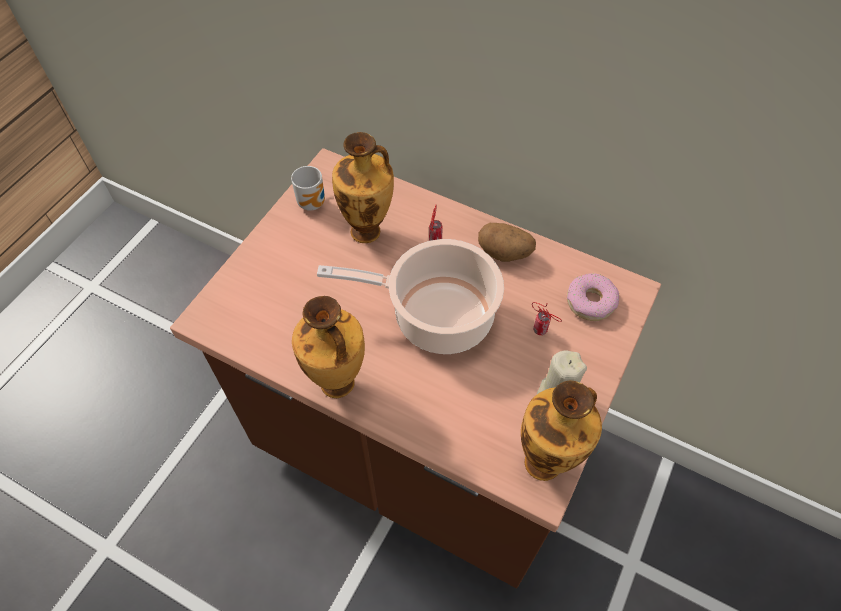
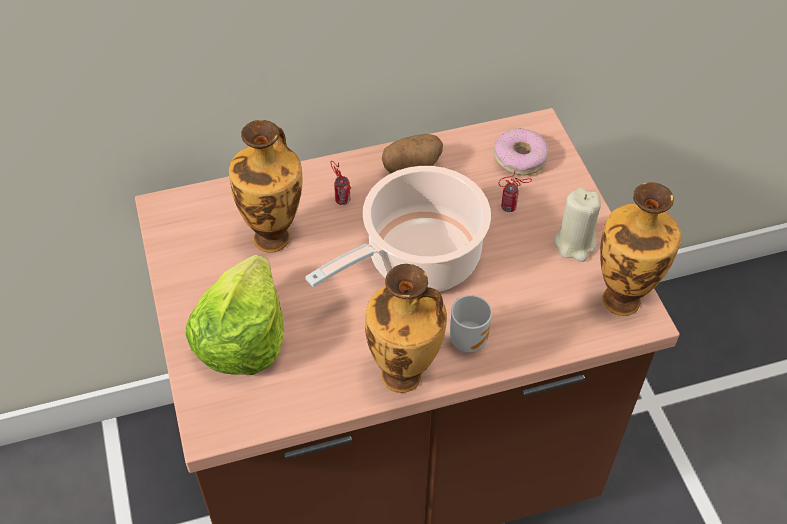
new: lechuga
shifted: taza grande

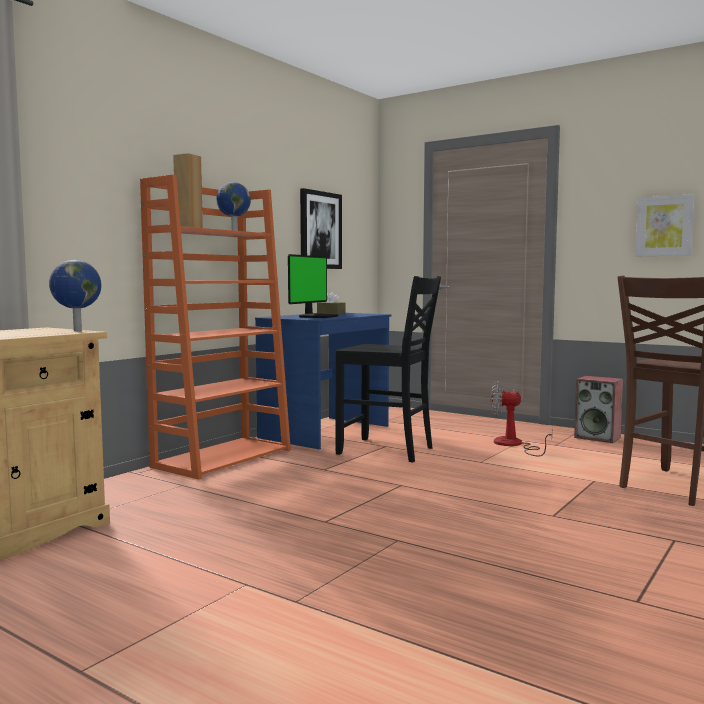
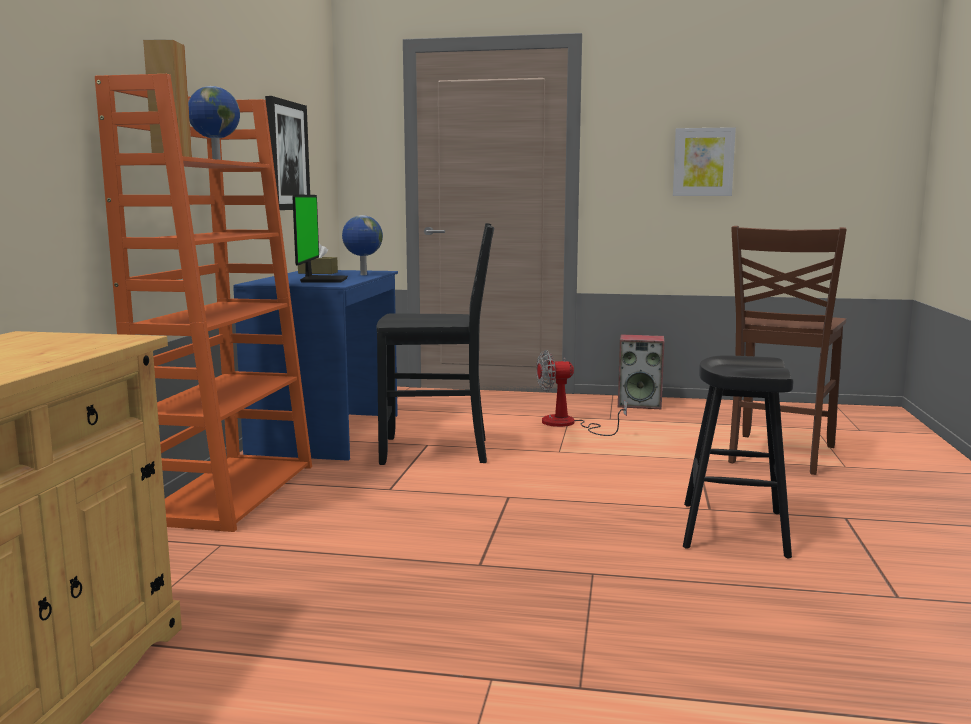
new: taburete (negro)
shifted: globo terráqueo (no. 1 from left in the first image) to globo terráqueo (no. 2 from left)

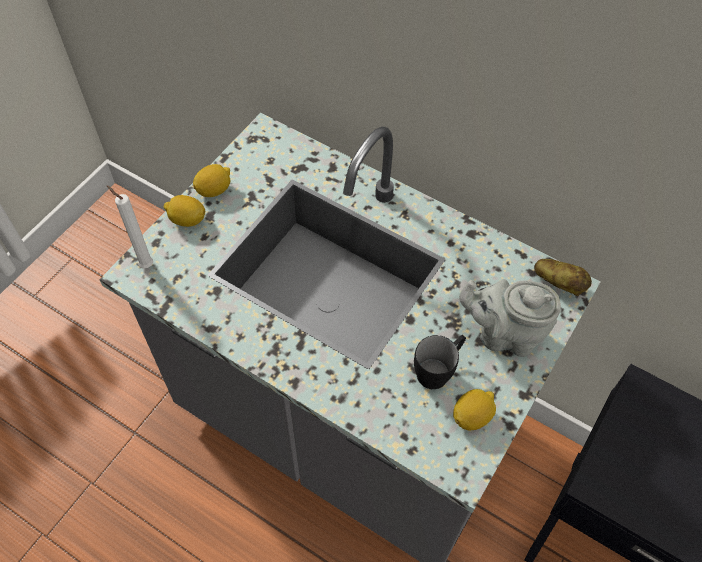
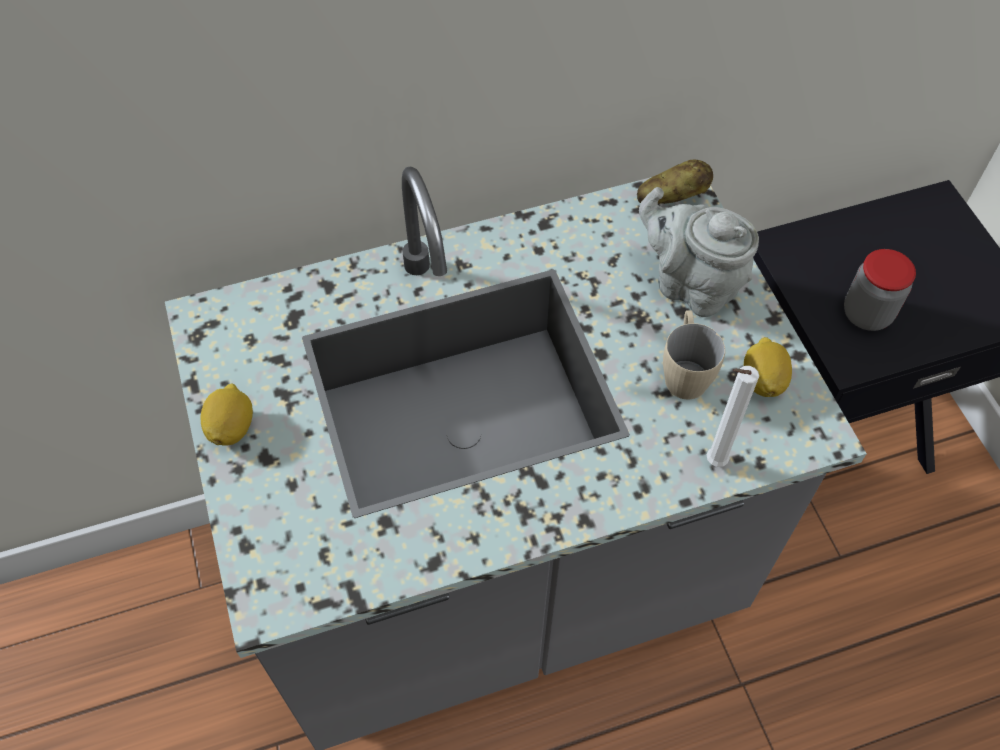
gone: limón (no. 1 from left)
new: tarro
shifted: vela (blanco)
repainted: taza grande (negro) to taza grande (beis)
rotated: tetera (gris) 75 degrees clockwise

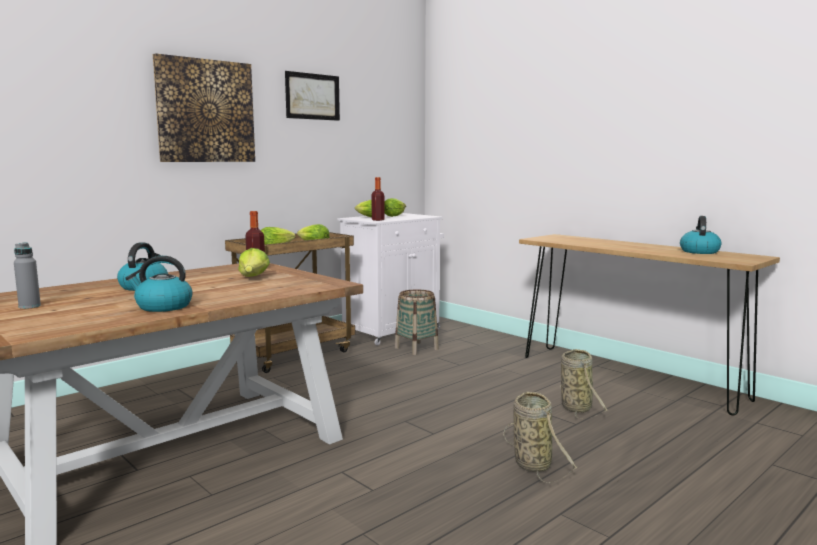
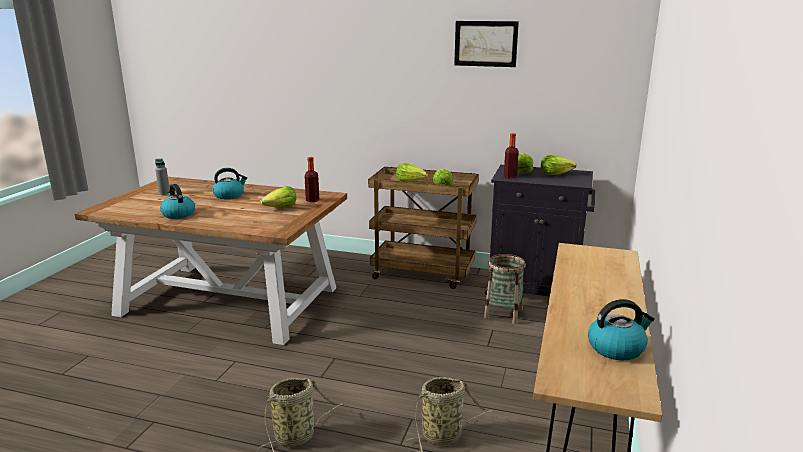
gone: cuadro (no. 1 from left)
repainted: armario (blanco) to armario (negro)

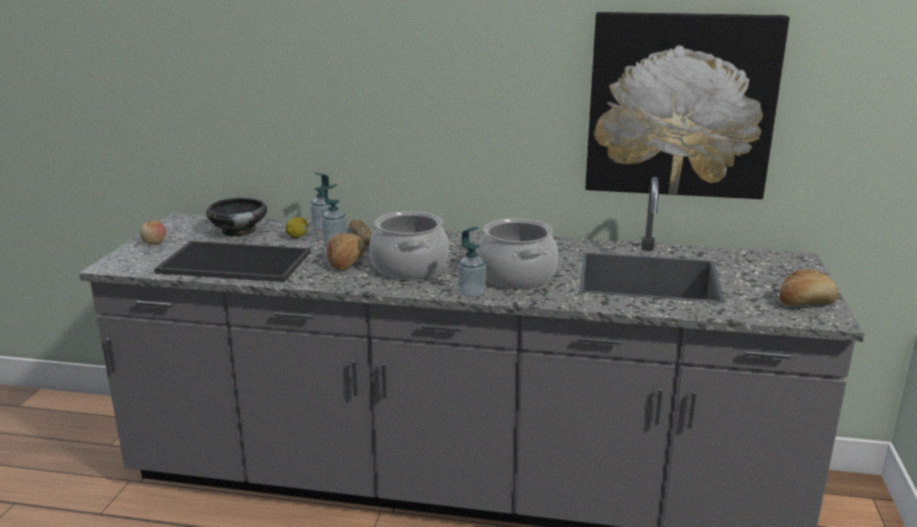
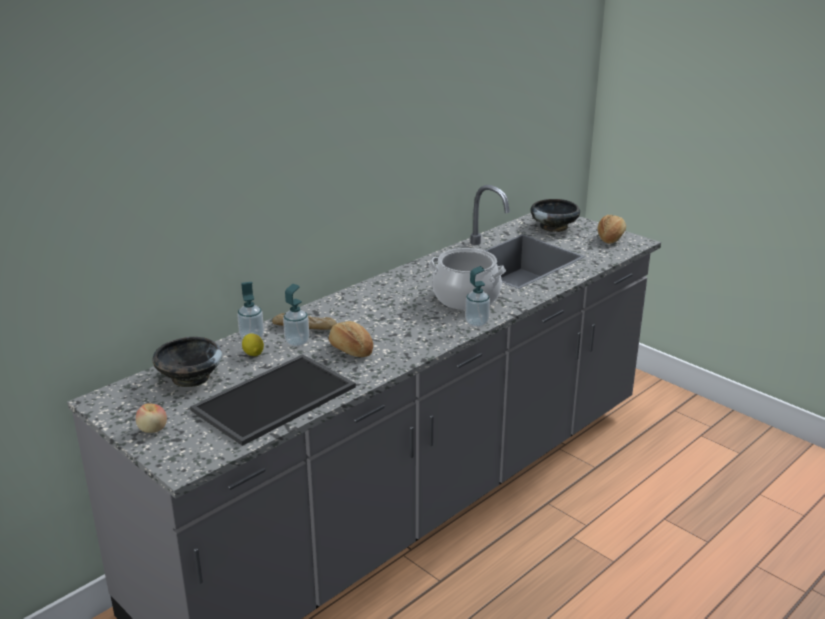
gone: cuadro; olla (no. 1 from left)
new: cuenco (negro) (no. 2 from left)

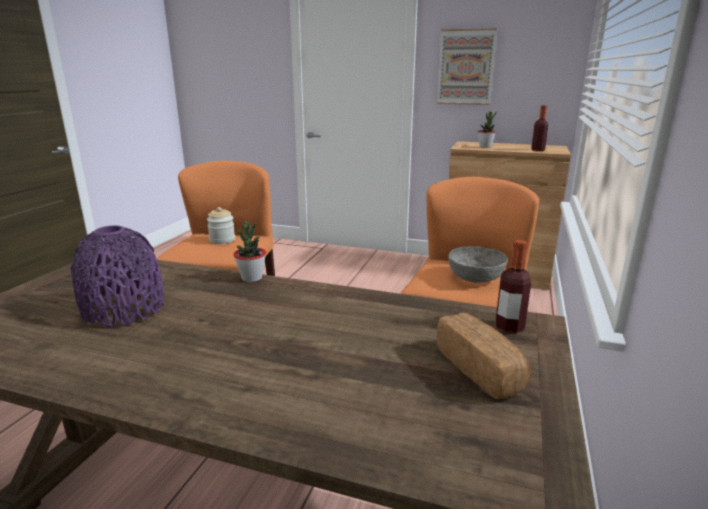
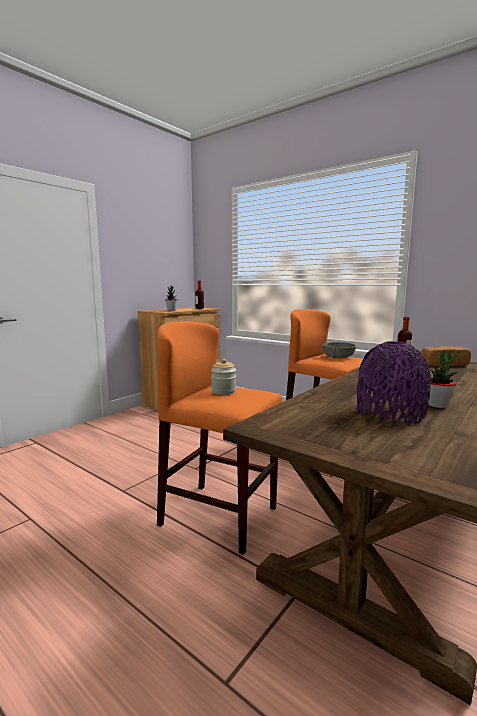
gone: cuadro
shifted: planta en maceta (no. 1 from left in the first image) to planta en maceta (no. 2 from left)

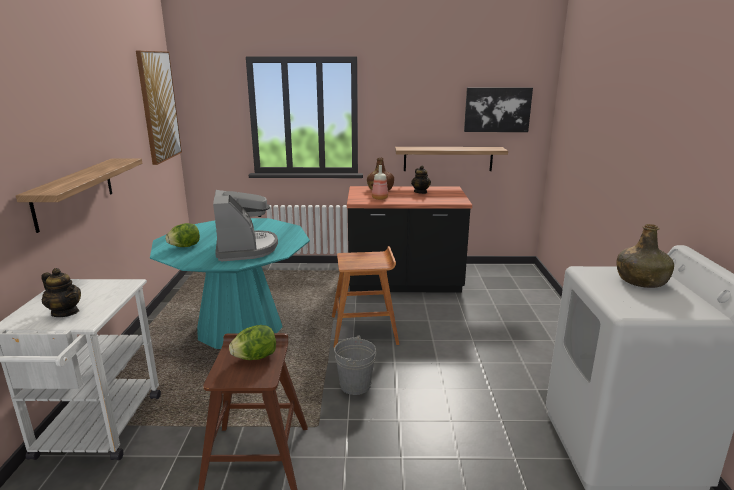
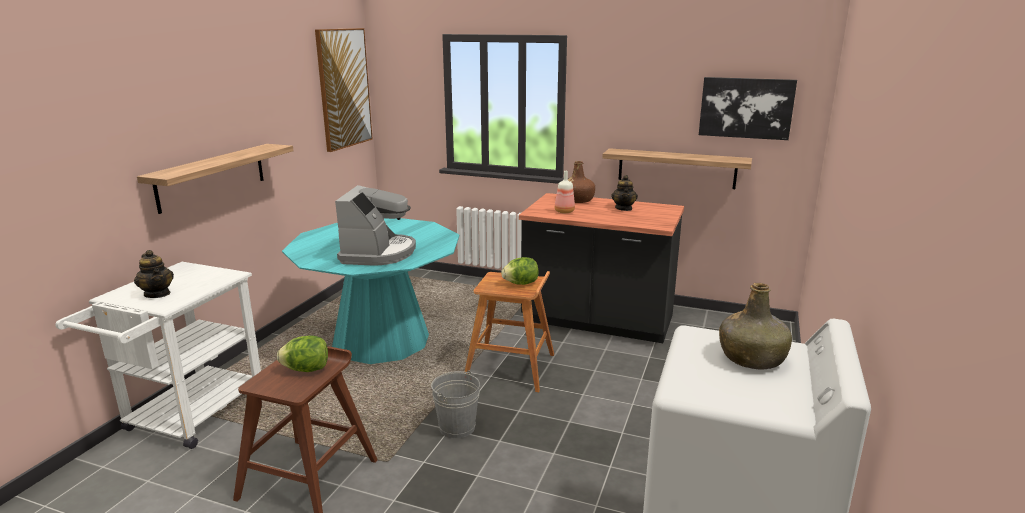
shifted: lechuga (no. 1 from left in the first image) to lechuga (no. 2 from left)

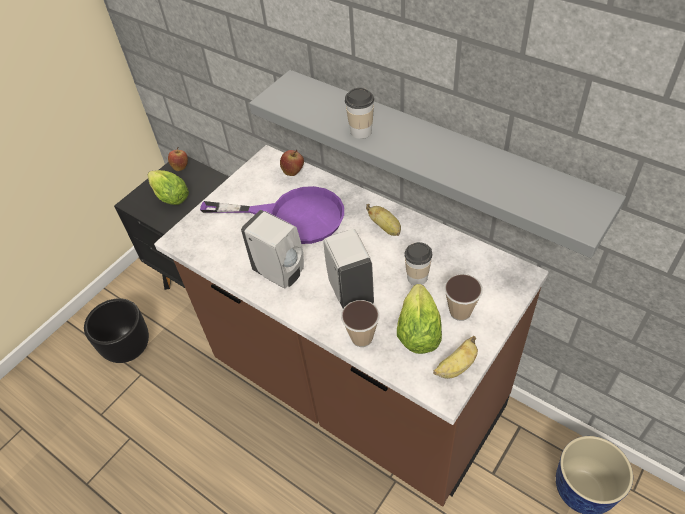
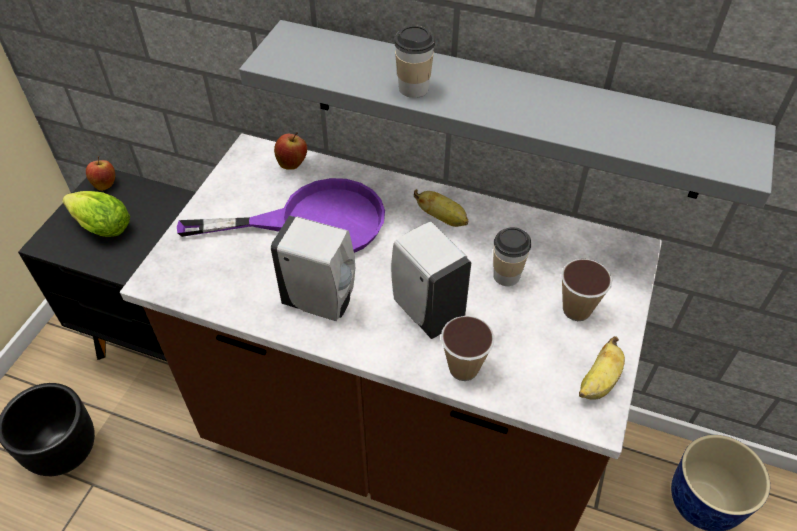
gone: lechuga (no. 2 from left)

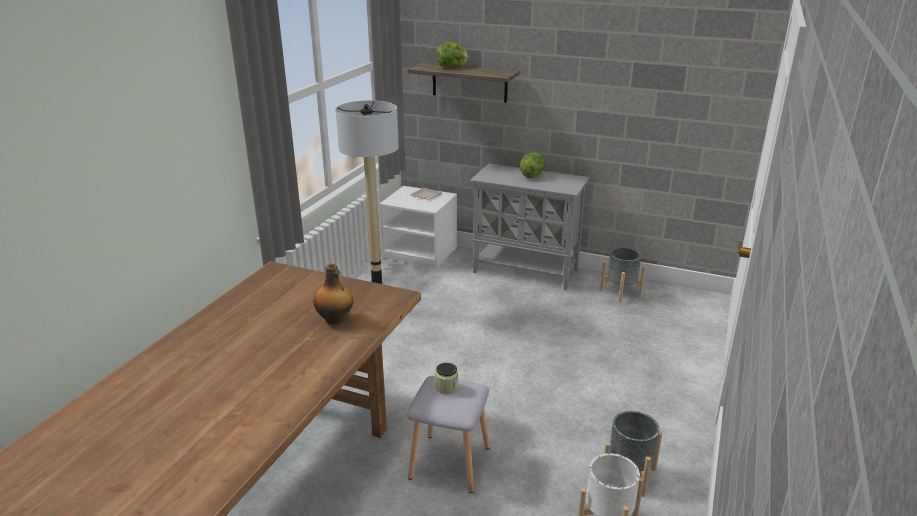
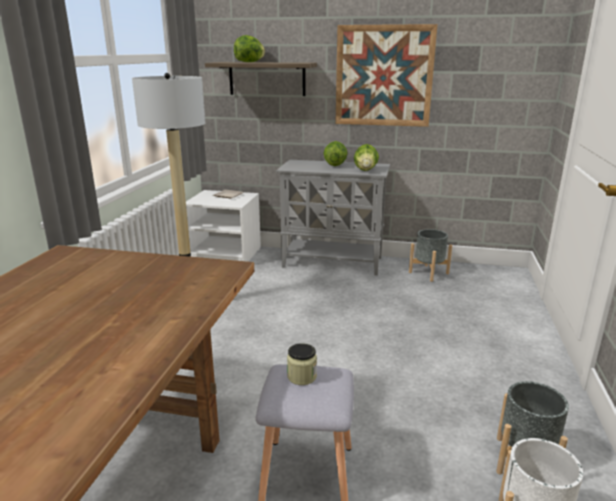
gone: botella
new: cuadro; lechuga (no. 3 from left)

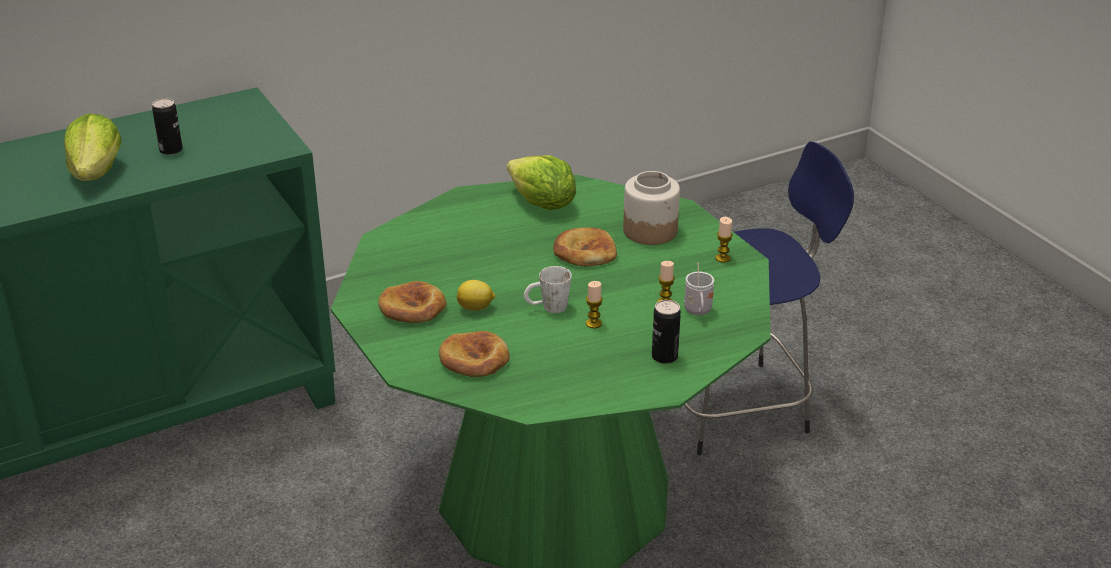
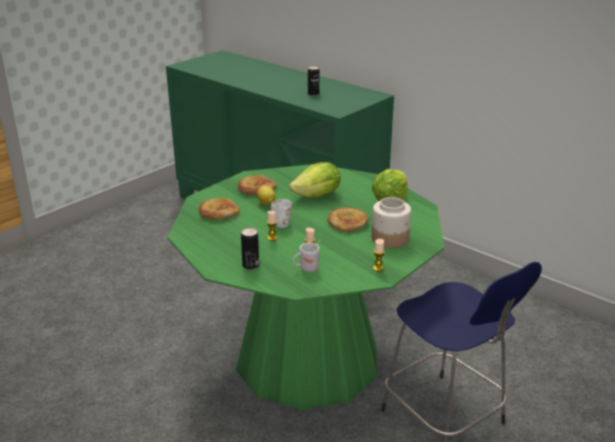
shifted: lechuga (no. 1 from left)

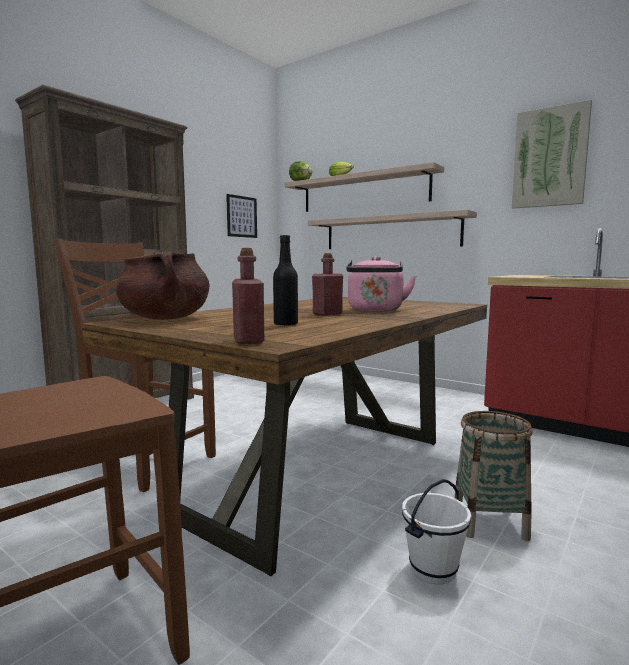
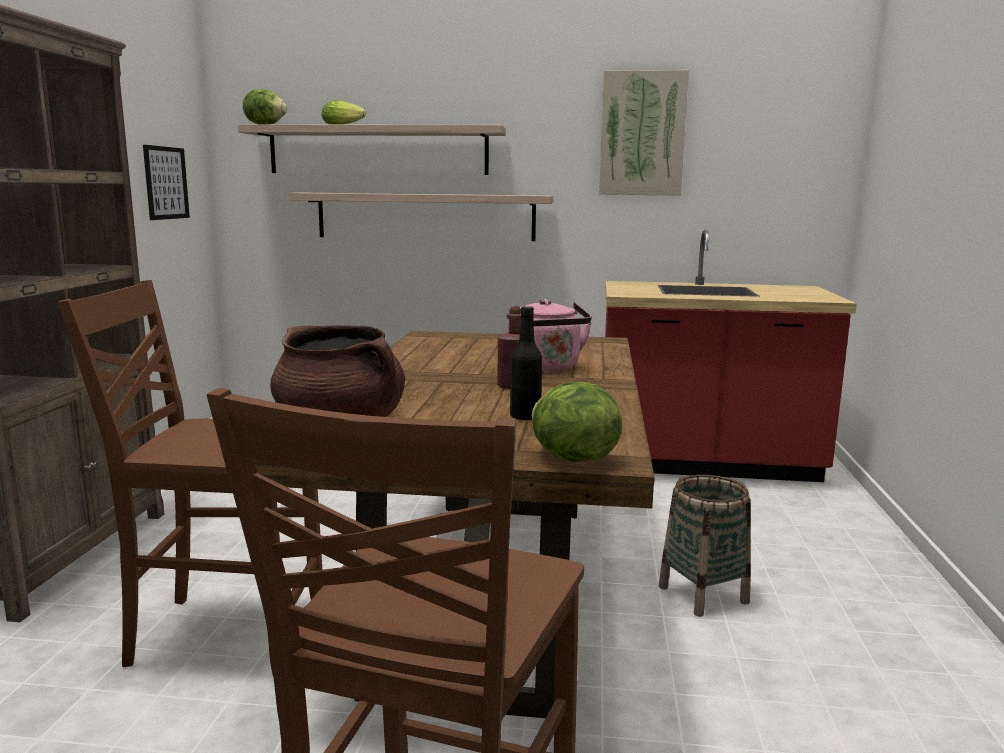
gone: cubo (blanco)
swapped: botella (rojo) (no. 1 from left) to lechuga (no. 3 from left)

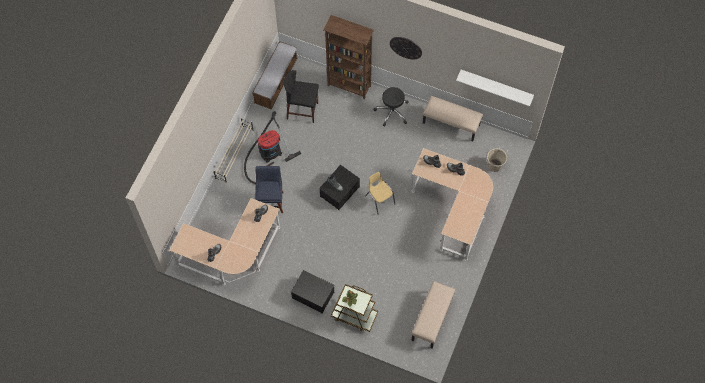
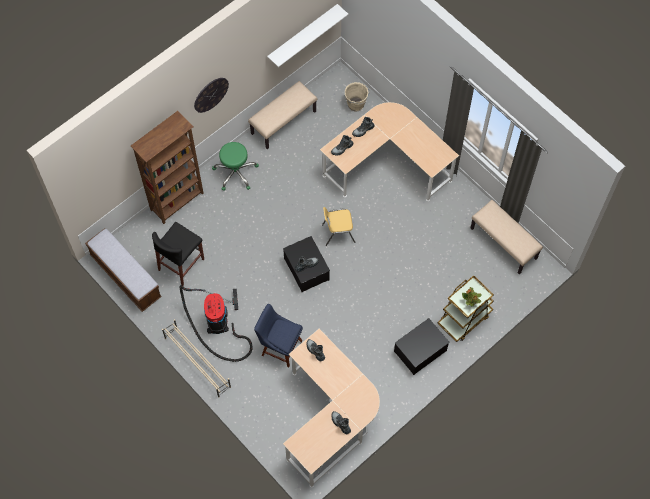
repainted: taburete (negro) (no. 2 from left) to taburete (verde)

